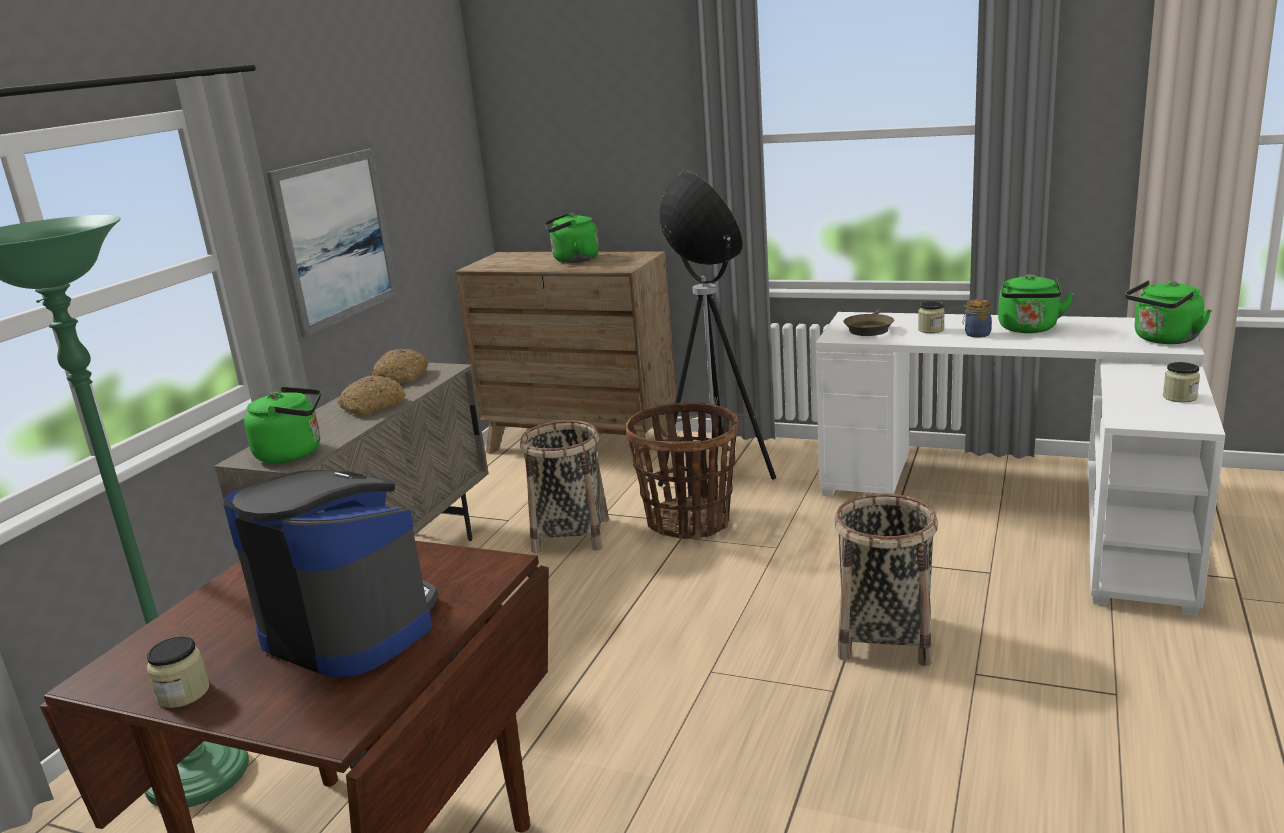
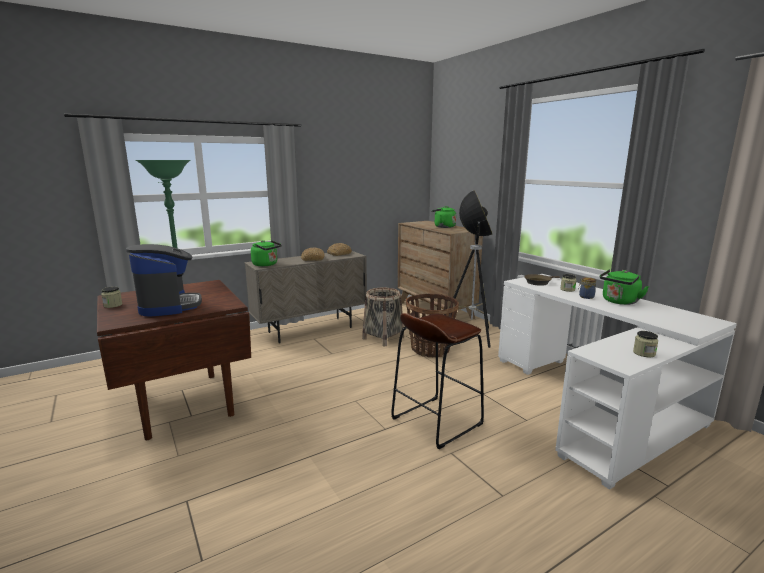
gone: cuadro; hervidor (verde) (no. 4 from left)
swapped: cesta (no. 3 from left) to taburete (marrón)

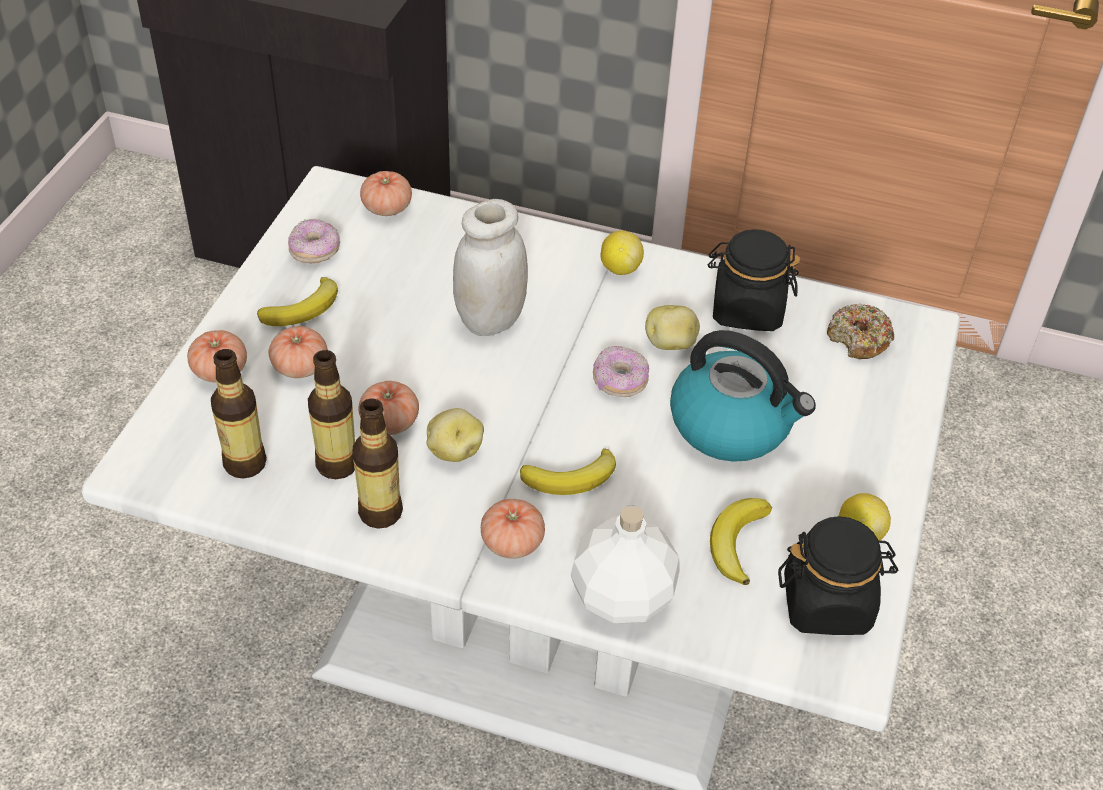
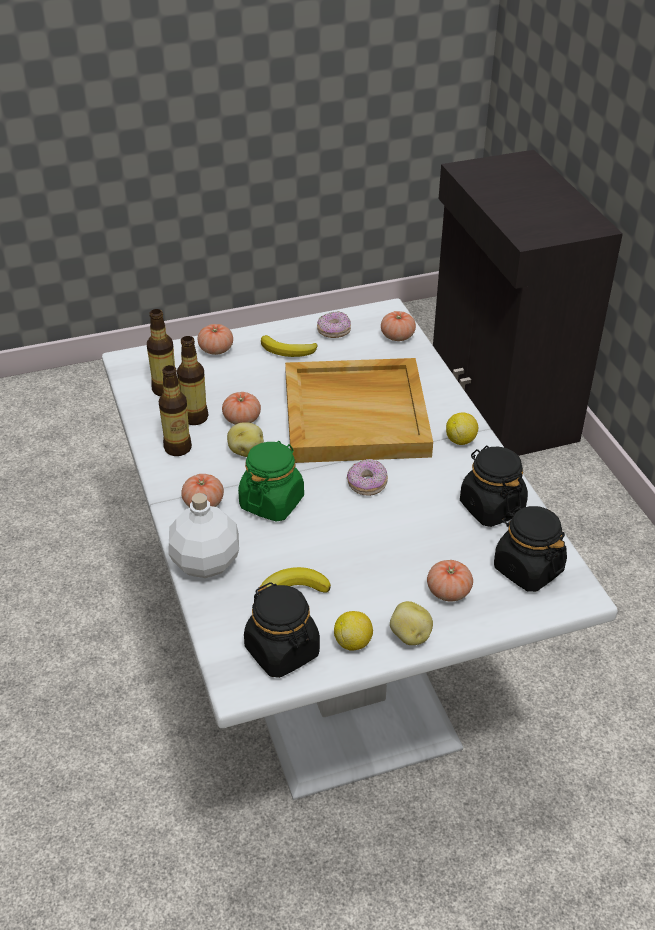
gone: hervidor
shifted: patata (no. 2 from left); tomate (no. 2 from left in the first image) to tomate (no. 5 from left)
swapped: tarro (blanco) to bandeja (beis); rosquilla (no. 3 from left) to tarro (negro) (no. 3 from left); plátano (no. 2 from left) to tarro (verde)

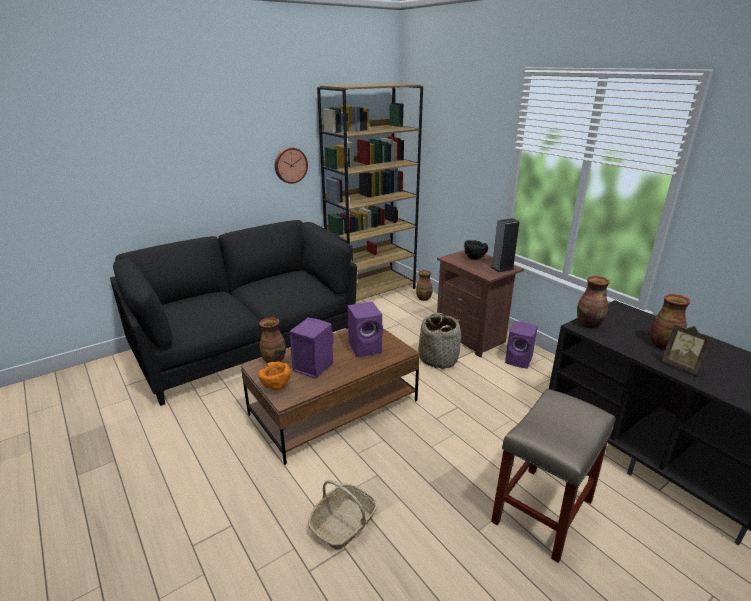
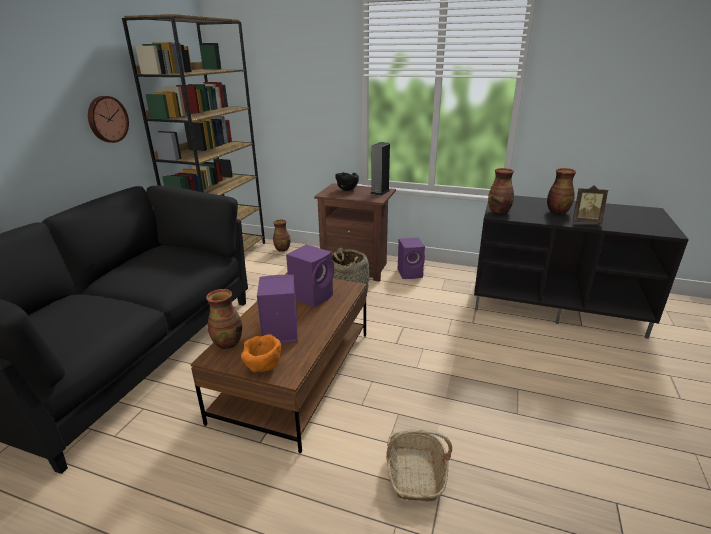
gone: taburete (beis)

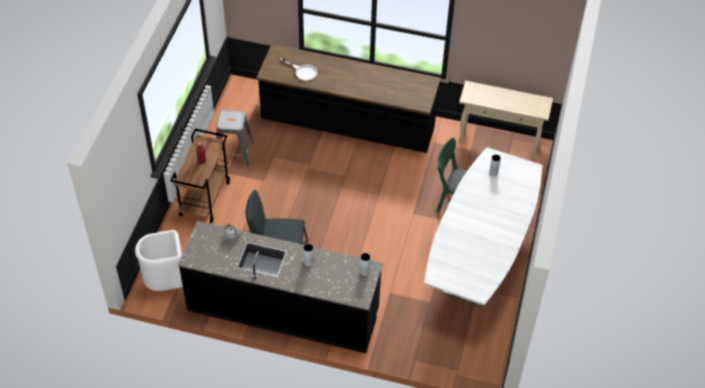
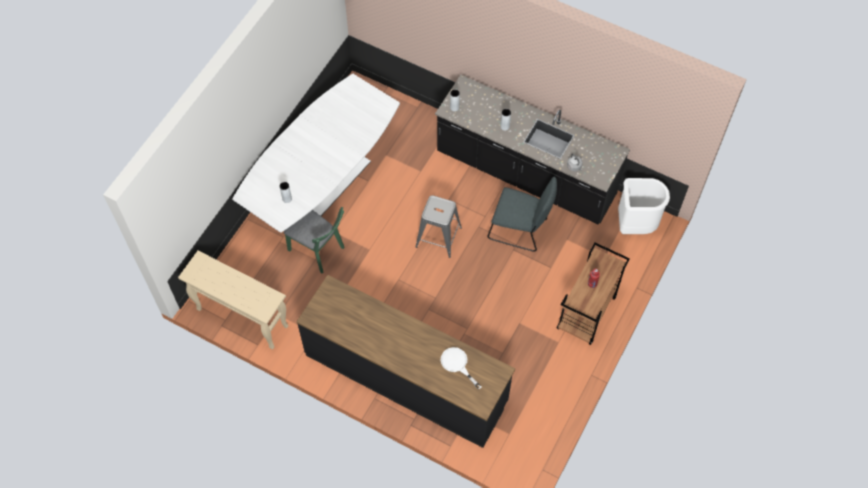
shifted: taburete (gris)

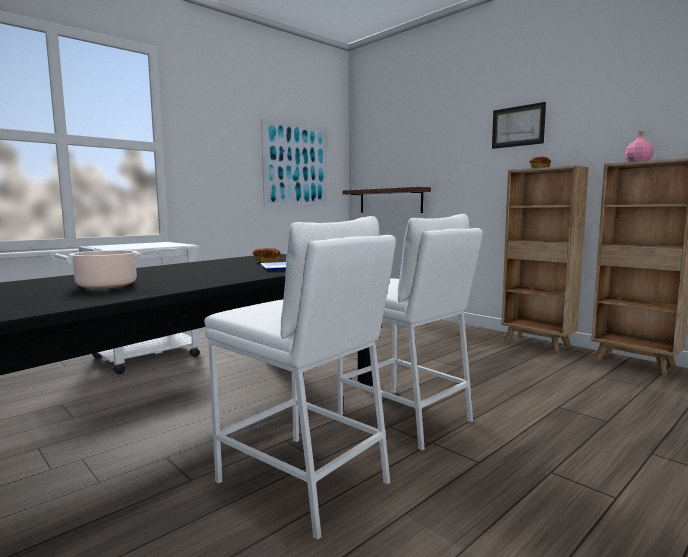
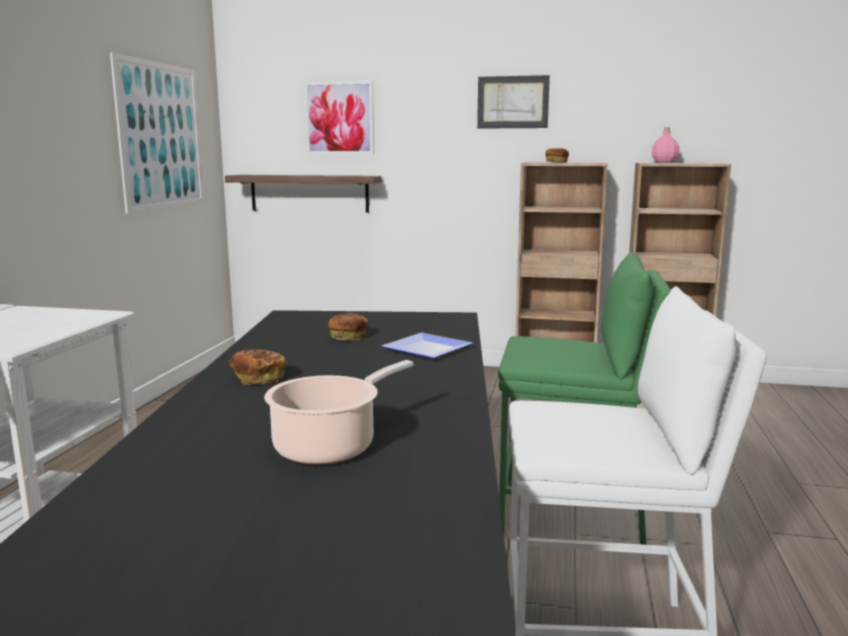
new: cuadro (no. 2 from left); pan (no. 1 from left)
repainted: taburete (blanco) (no. 2 from left) to taburete (verde)

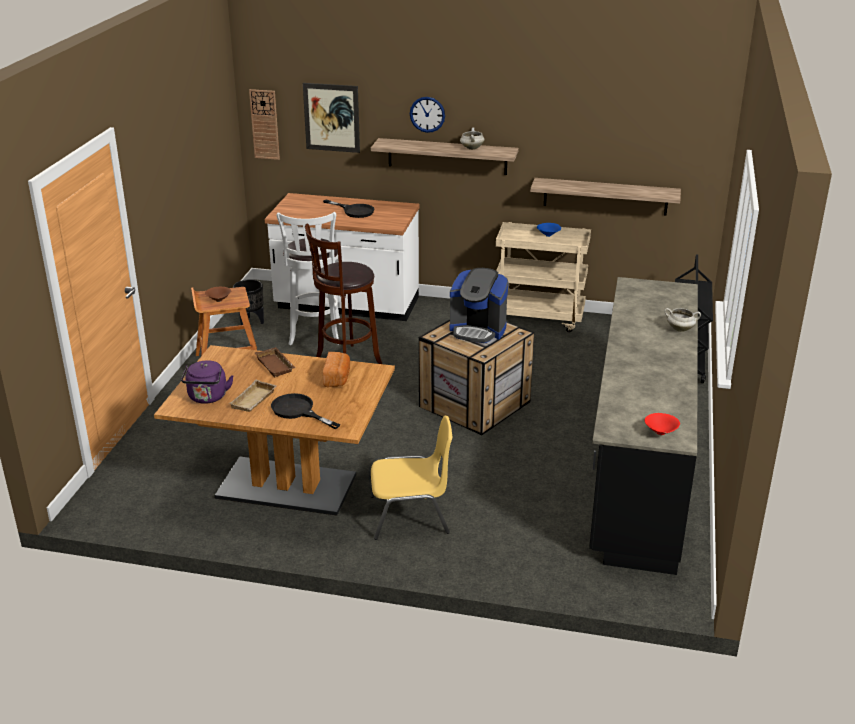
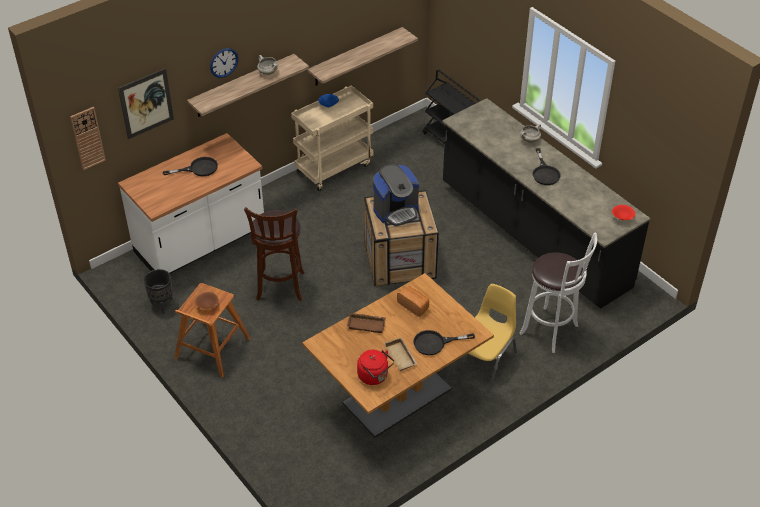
new: sartén (negro) (no. 3 from left)
shifted: taburete (blanco)
repainted: hervidor (morado) to hervidor (rojo)

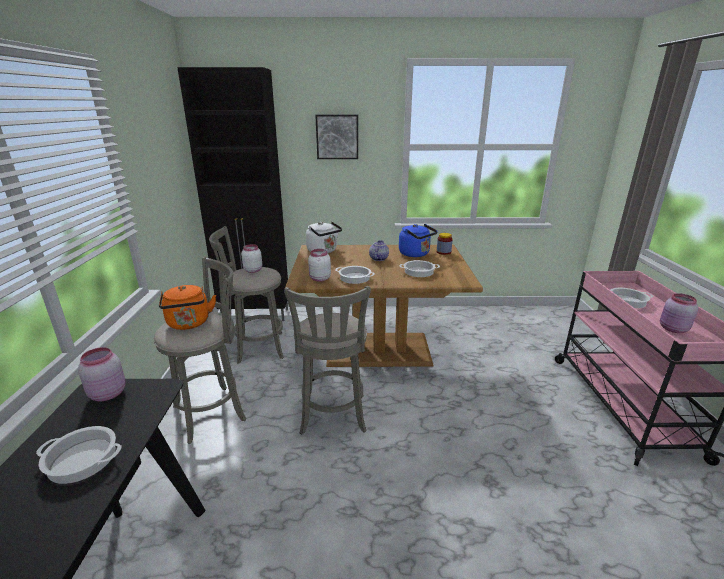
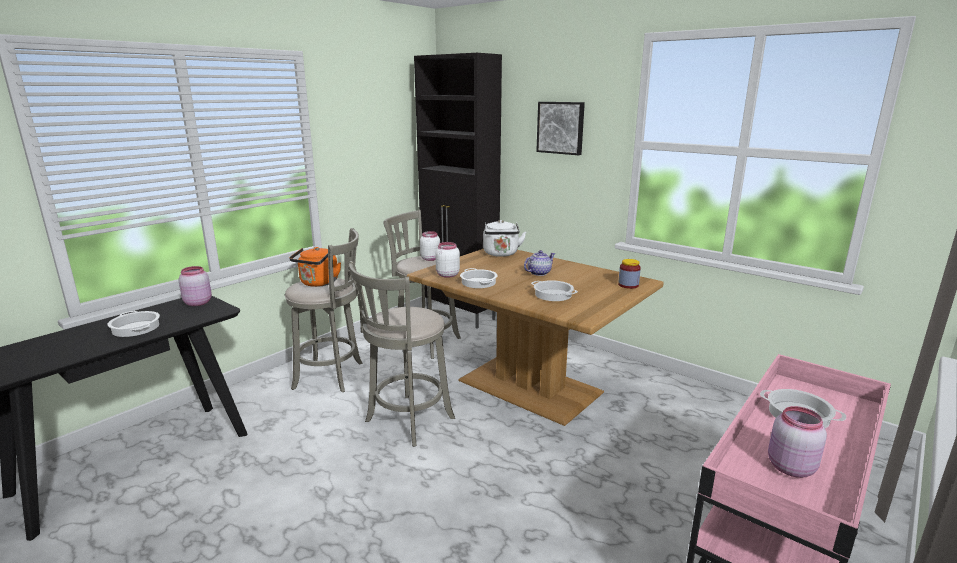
gone: hervidor (azul)

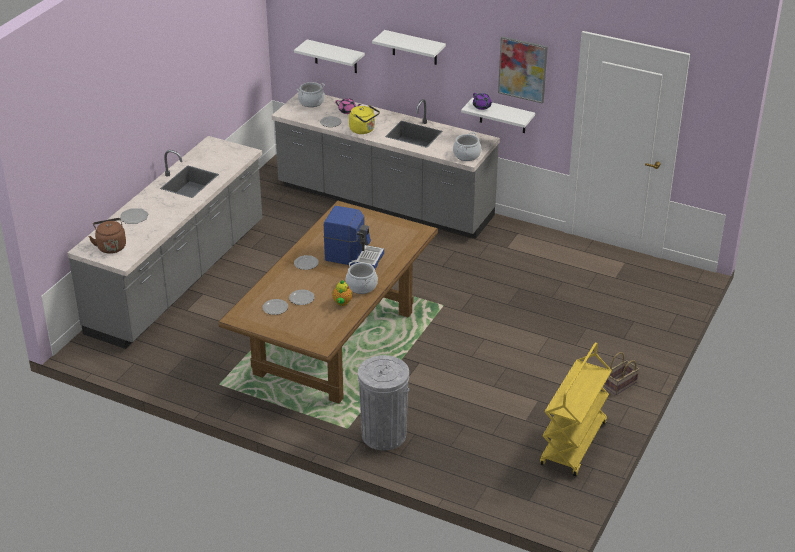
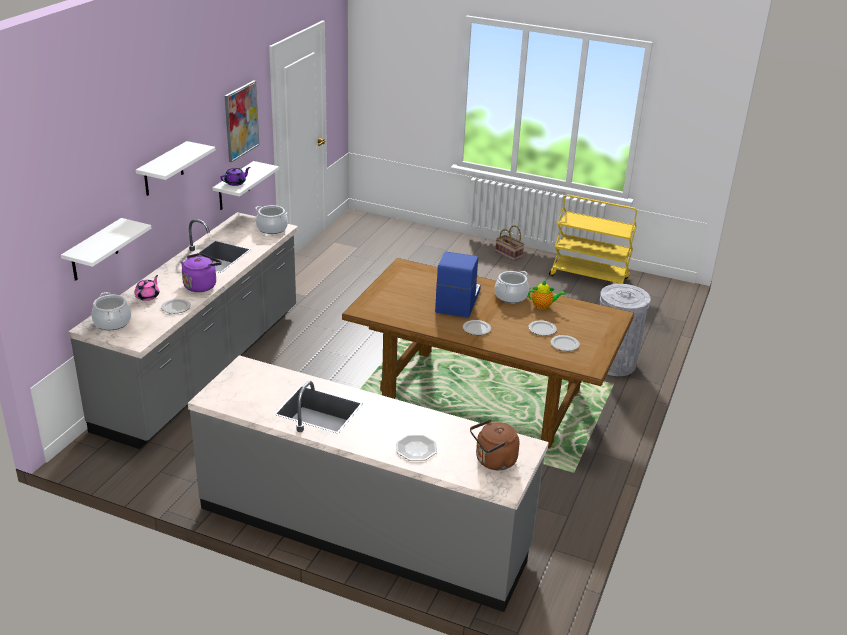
repainted: hervidor (amarillo) to hervidor (morado)

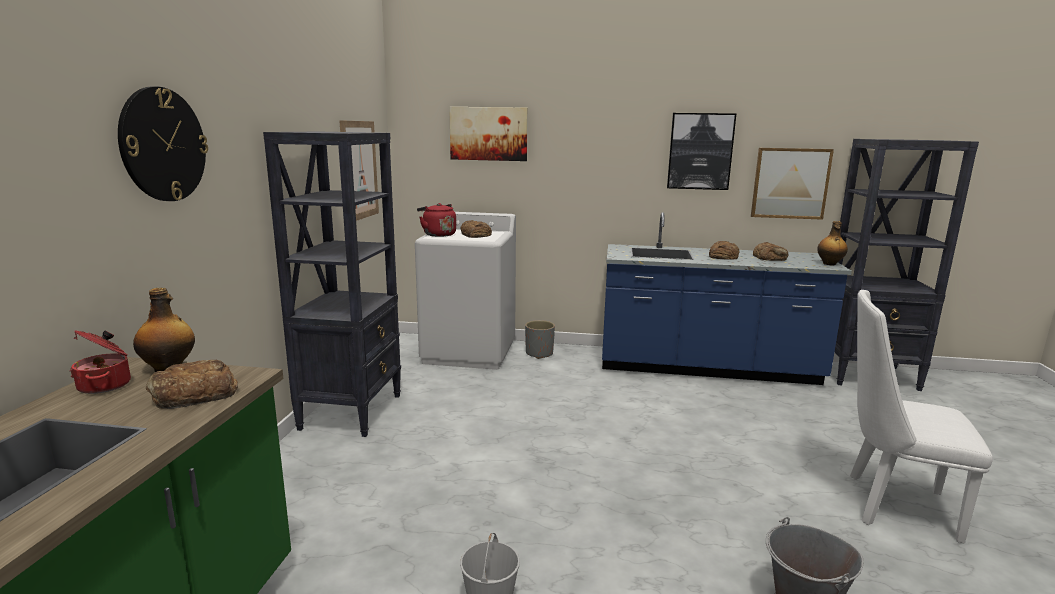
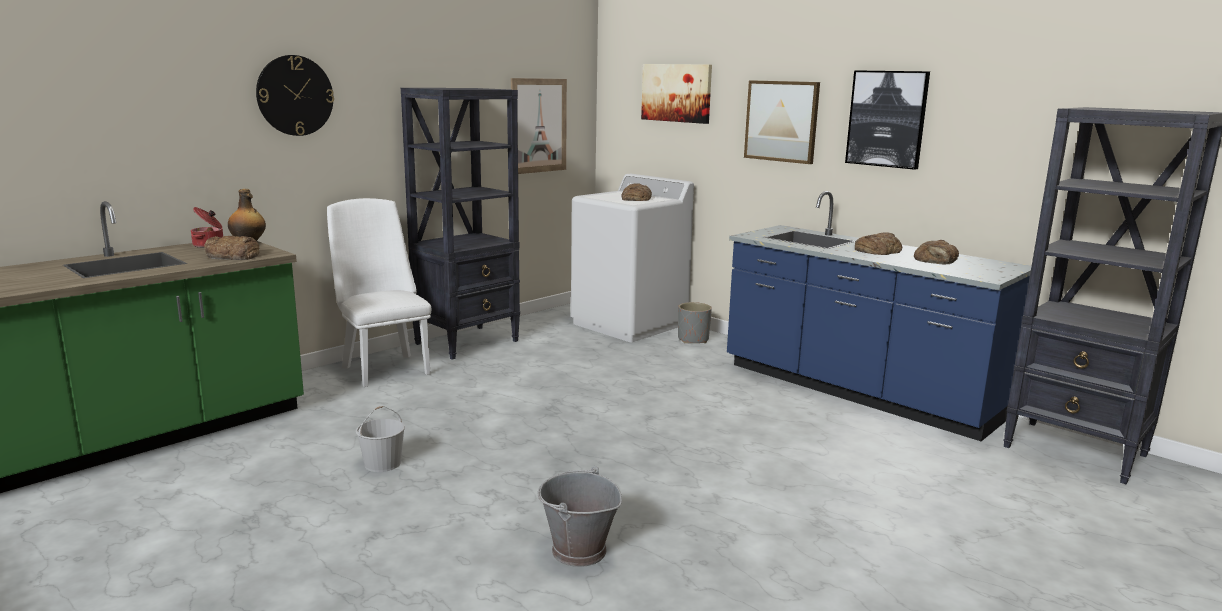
gone: hervidor (rojo); botella (no. 2 from left)
shifted: cuadro (no. 4 from left in the first image) to cuadro (no. 3 from left); silla (blanco)

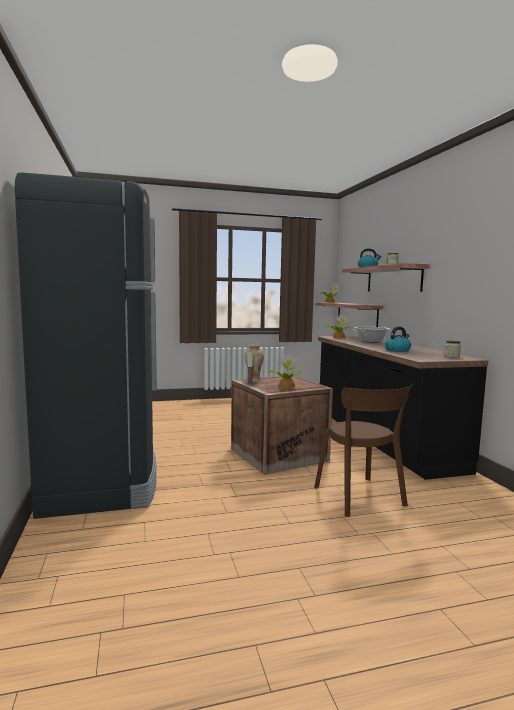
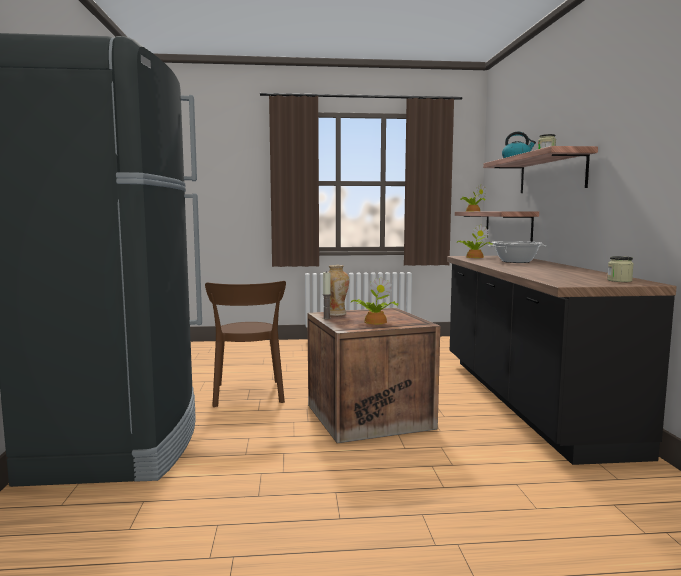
gone: hervidor (no. 2 from left)
shifted: silla (marrón)

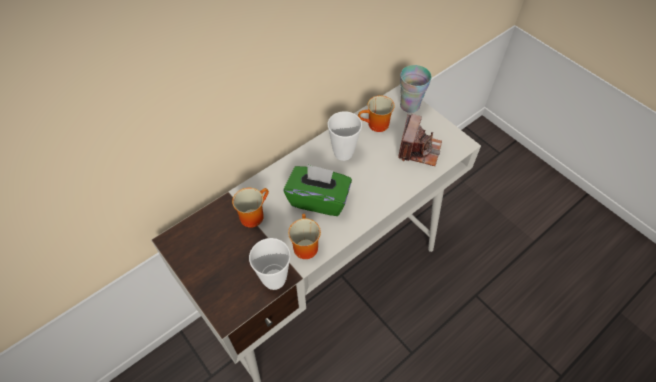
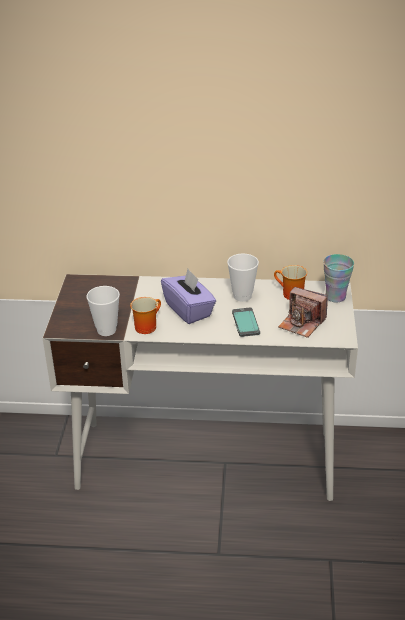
gone: taza grande (no. 1 from left)
new: móvil
repainted: caja de pañuelos (verde) to caja de pañuelos (morado)
rotated: cámara 60 degrees clockwise

